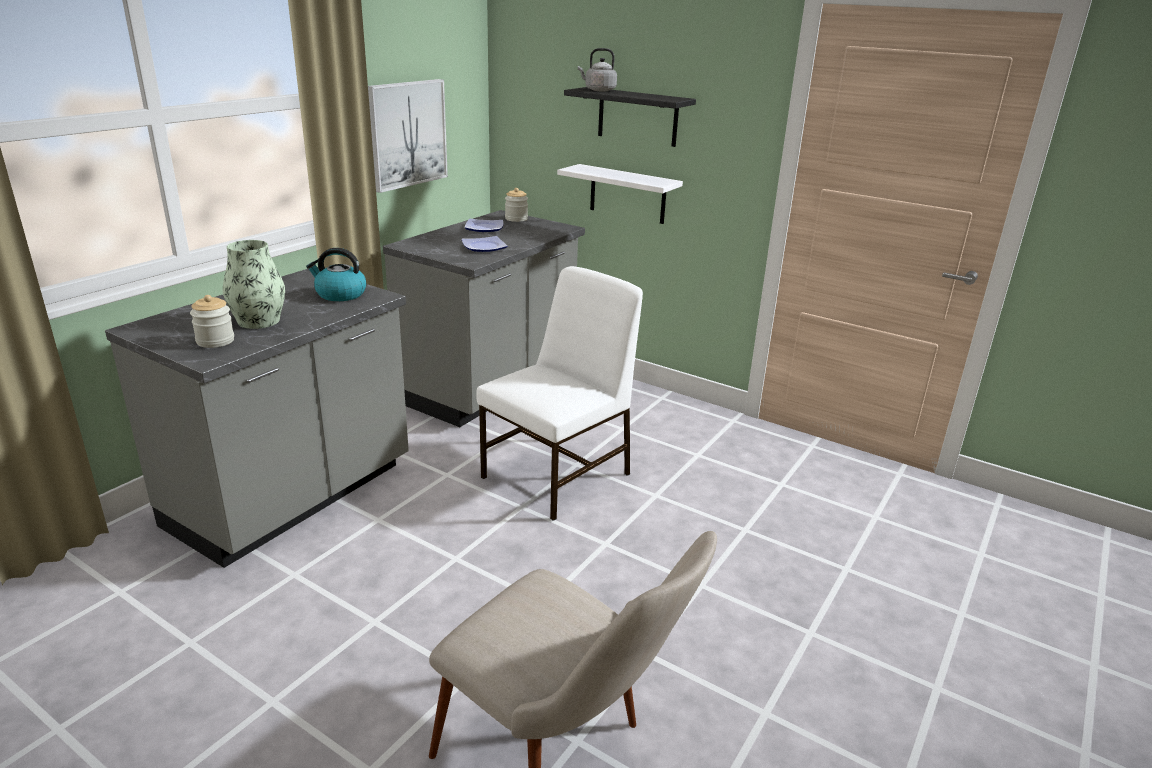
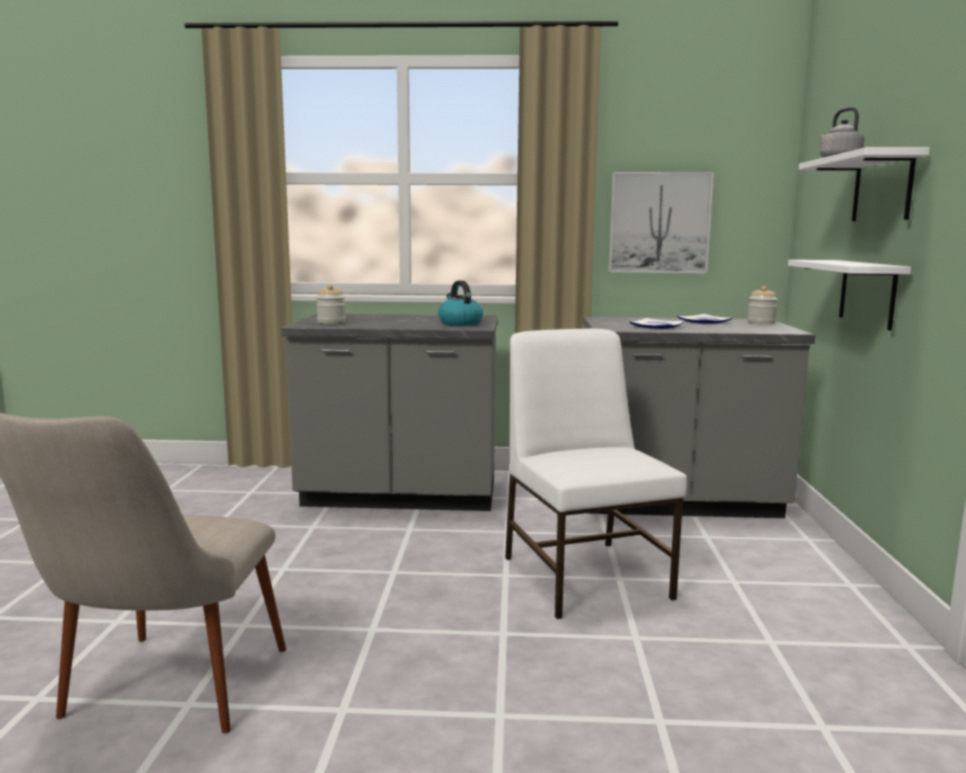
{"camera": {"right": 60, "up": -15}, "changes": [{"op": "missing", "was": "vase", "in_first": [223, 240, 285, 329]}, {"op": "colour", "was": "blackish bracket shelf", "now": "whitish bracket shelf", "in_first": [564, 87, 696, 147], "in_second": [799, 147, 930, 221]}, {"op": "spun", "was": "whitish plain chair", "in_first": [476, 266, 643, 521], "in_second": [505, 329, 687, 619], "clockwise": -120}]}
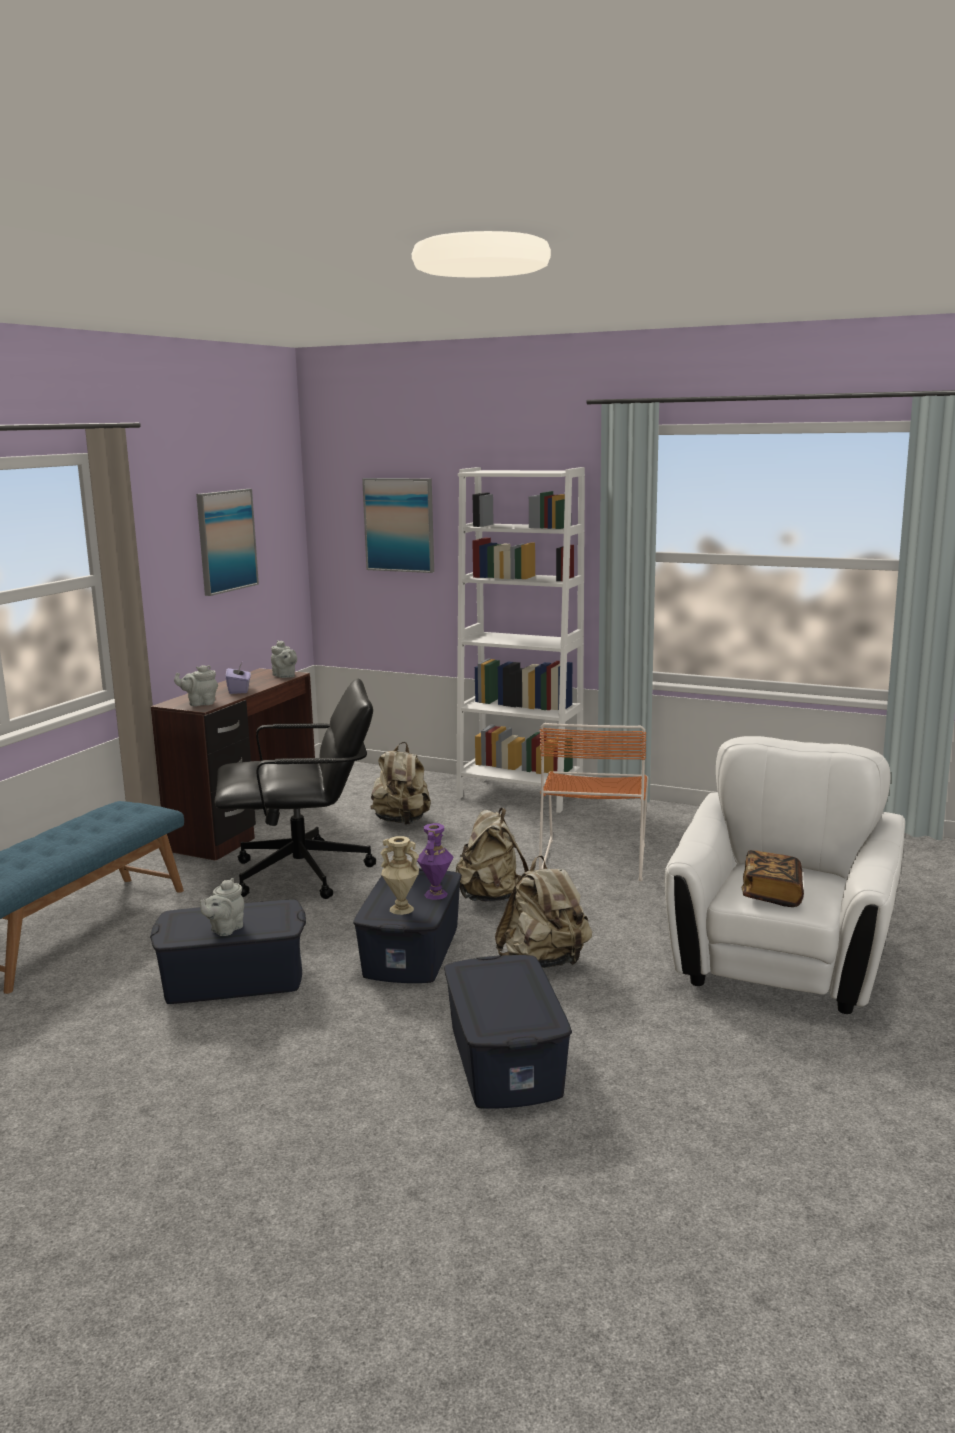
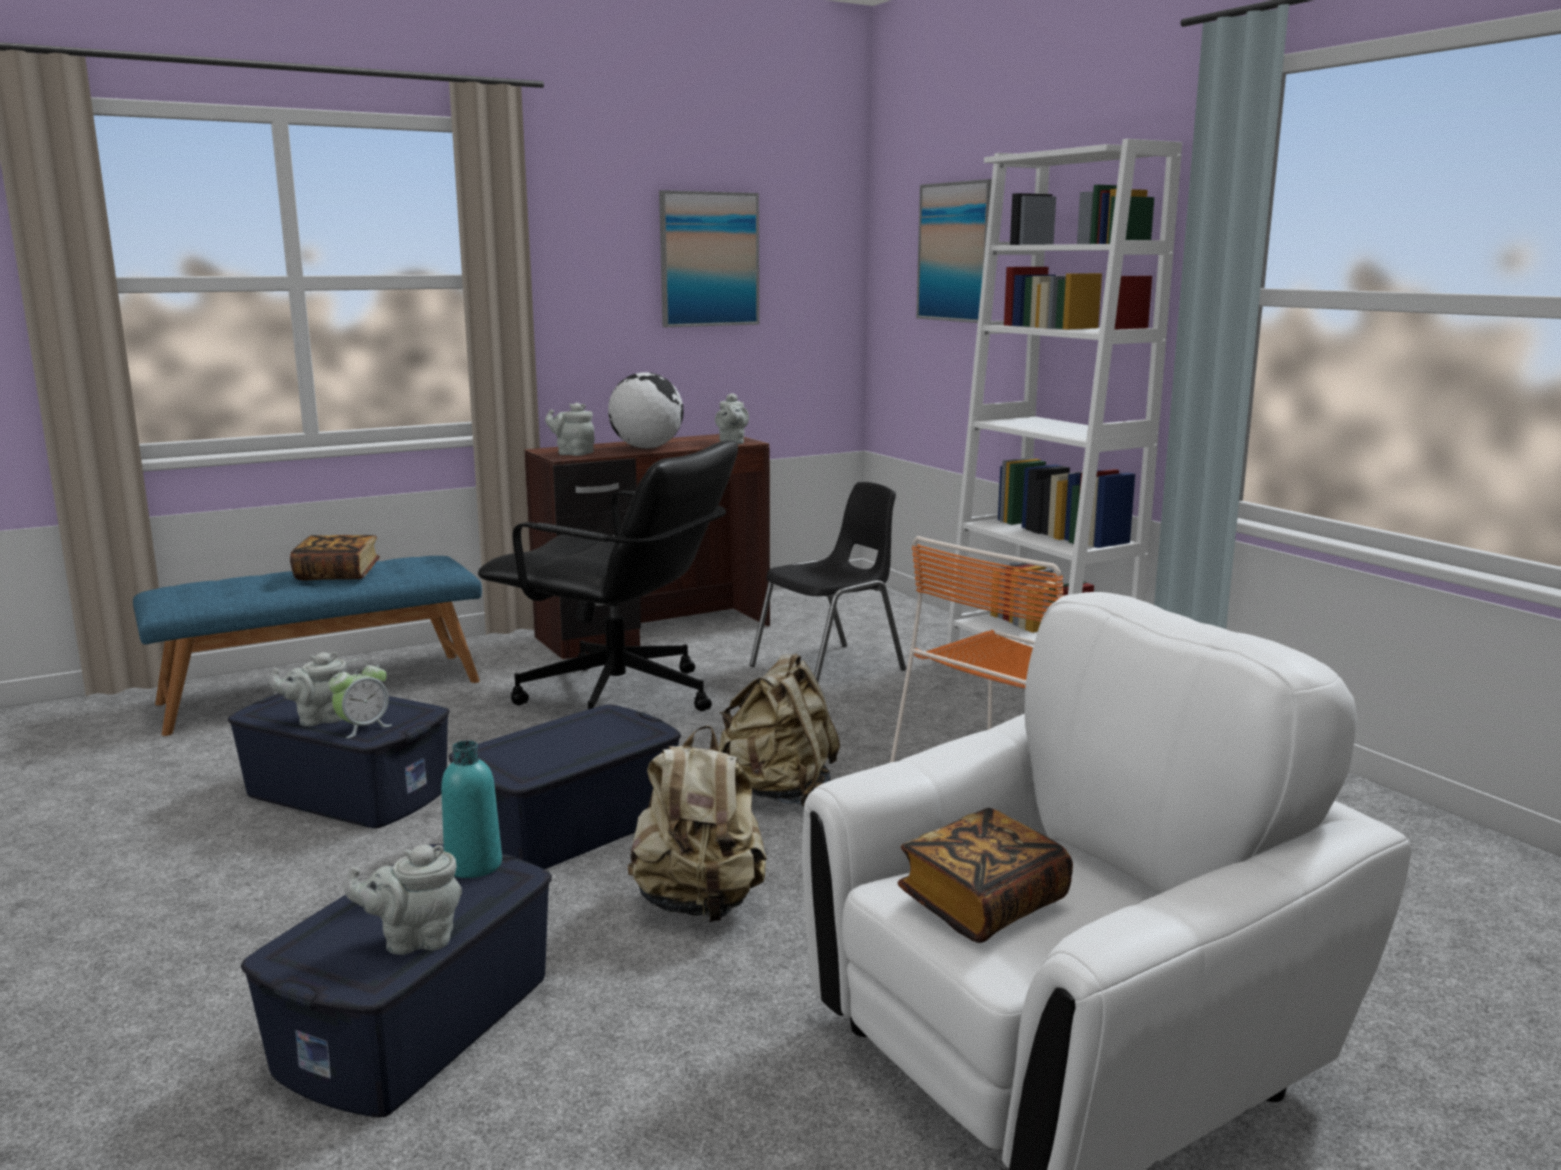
{"camera": {"right": 35, "up": 0}, "changes": [{"op": "missing", "was": "beige-coloured vase", "in_first": [381, 836, 419, 915]}, {"op": "missing", "was": "purple-coloured vase", "in_first": [417, 823, 454, 900]}, {"op": "appeared", "now": "book", "in_second": [290, 535, 380, 580]}, {"op": "appeared", "now": "alarm clock", "in_second": [329, 659, 392, 738]}, {"op": "appeared", "now": "grey tea pot", "in_second": [344, 845, 462, 955]}, {"op": "appeared", "now": "turquoise drink bottle", "in_second": [441, 741, 502, 878]}, {"op": "exchanged", "was": "purple-coloured tissue holder", "now": "world globe", "in_first": [226, 662, 251, 694], "in_second": [608, 372, 684, 449]}, {"op": "exchanged", "was": "beige-coloured backpack", "now": "blackish plain chair", "in_first": [370, 742, 431, 825], "in_second": [750, 482, 906, 682]}]}
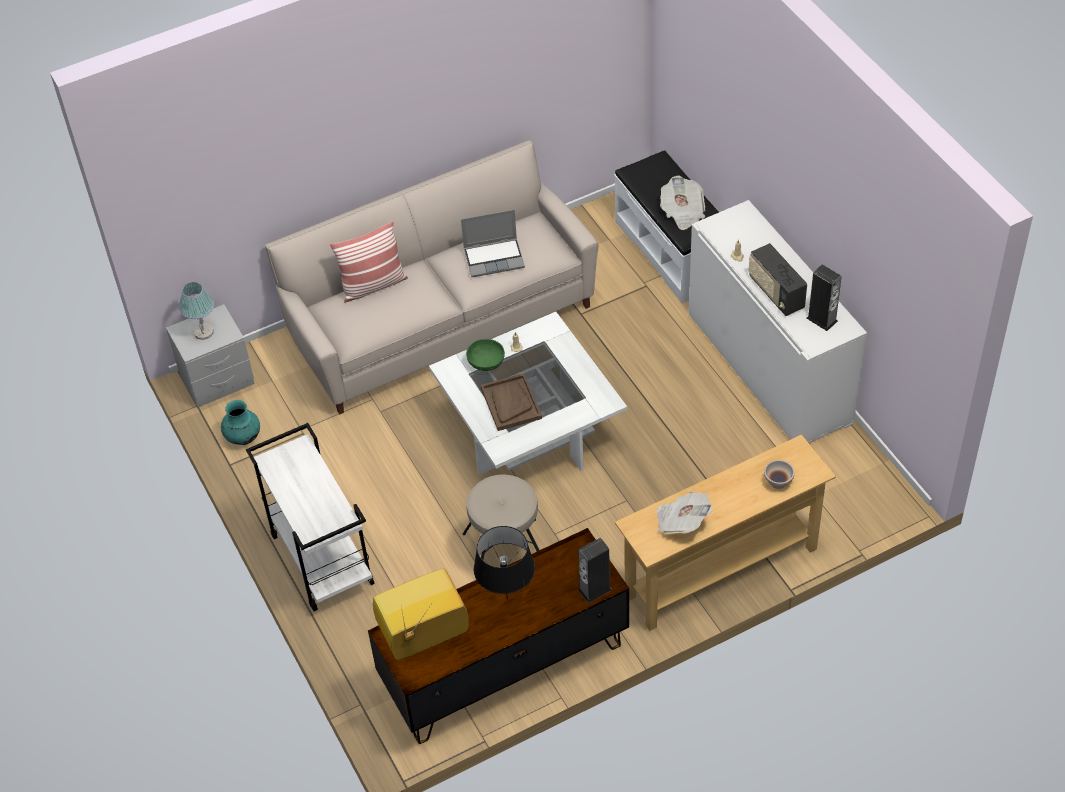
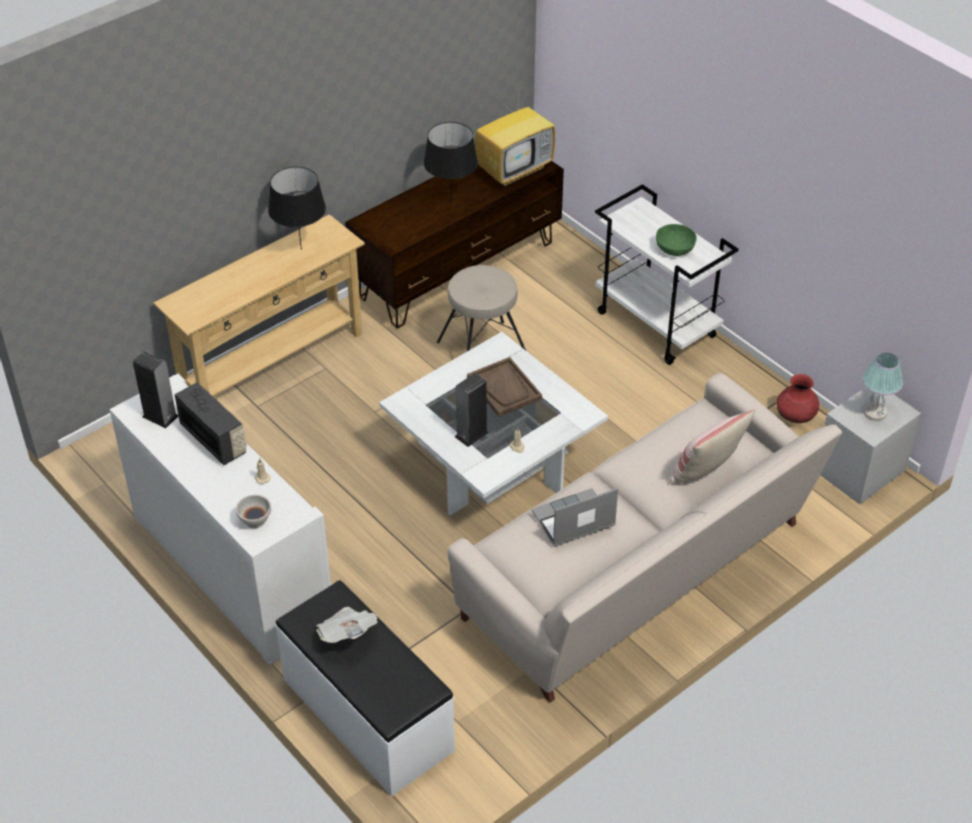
{"camera": {"right": 165, "up": -5}, "changes": [{"op": "relocated", "was": "greenish serving bowl", "in_first": [466, 339, 505, 371], "in_second": [656, 224, 697, 256]}, {"op": "relocated", "was": "audio speaker", "in_first": [578, 538, 612, 603], "in_second": [455, 373, 489, 447]}, {"op": "relocated", "was": "whitish serving bowl", "in_first": [764, 460, 794, 489], "in_second": [236, 495, 271, 528]}, {"op": "exchanged", "was": "daily paper", "now": "blackish table lamp", "in_first": [657, 492, 712, 534], "in_second": [268, 167, 326, 250]}, {"op": "colour", "was": "turquoise vase", "now": "reddish vase", "in_first": [221, 400, 260, 445], "in_second": [777, 374, 819, 423]}]}
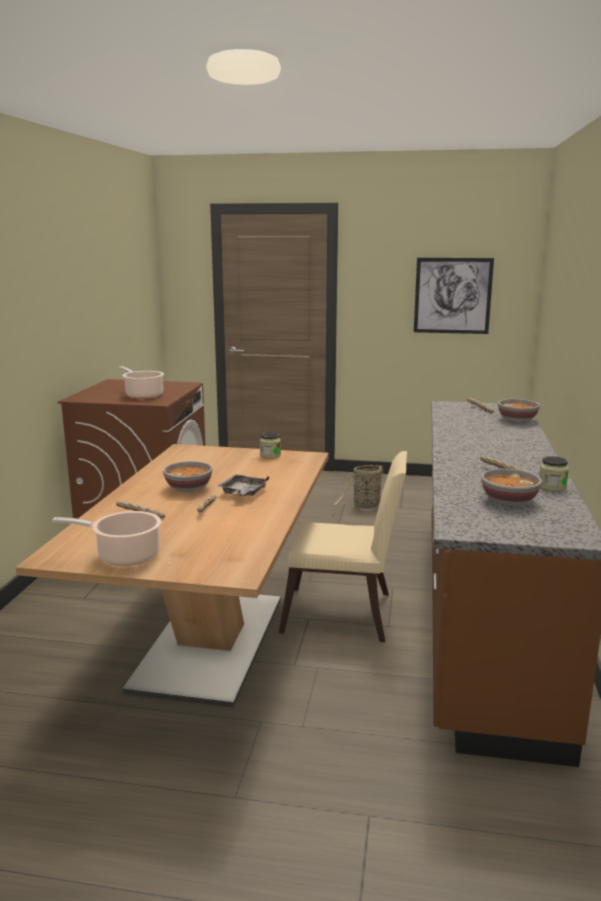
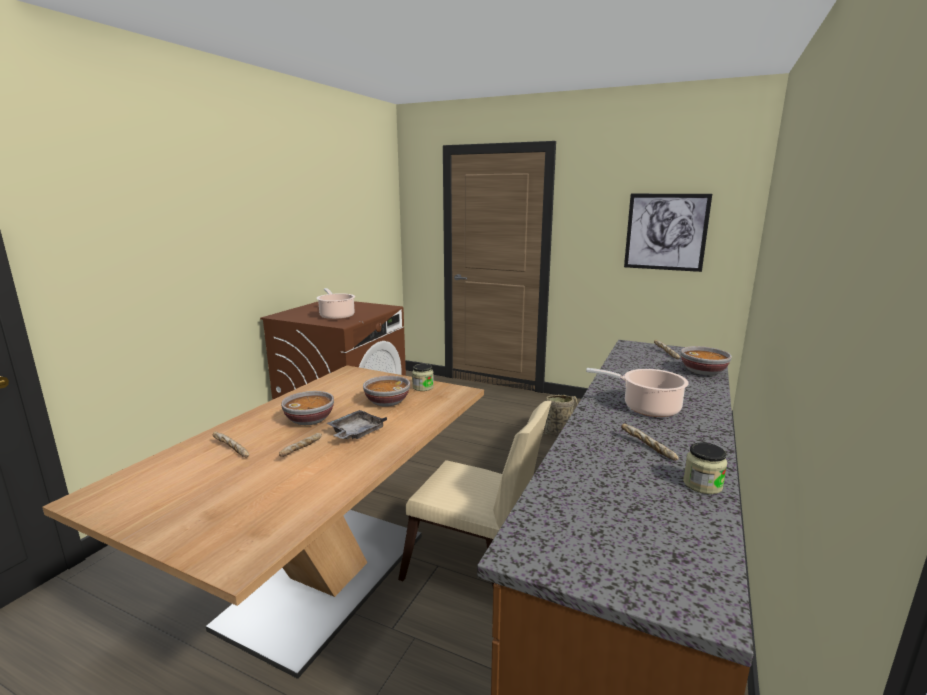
{"camera": {"right": 15, "up": 0}, "changes": [{"op": "relocated", "was": "cooking pot", "in_first": [52, 511, 161, 566], "in_second": [586, 368, 689, 417]}, {"op": "relocated", "was": "serving bowl", "in_first": [481, 469, 542, 506], "in_second": [363, 376, 410, 407]}]}
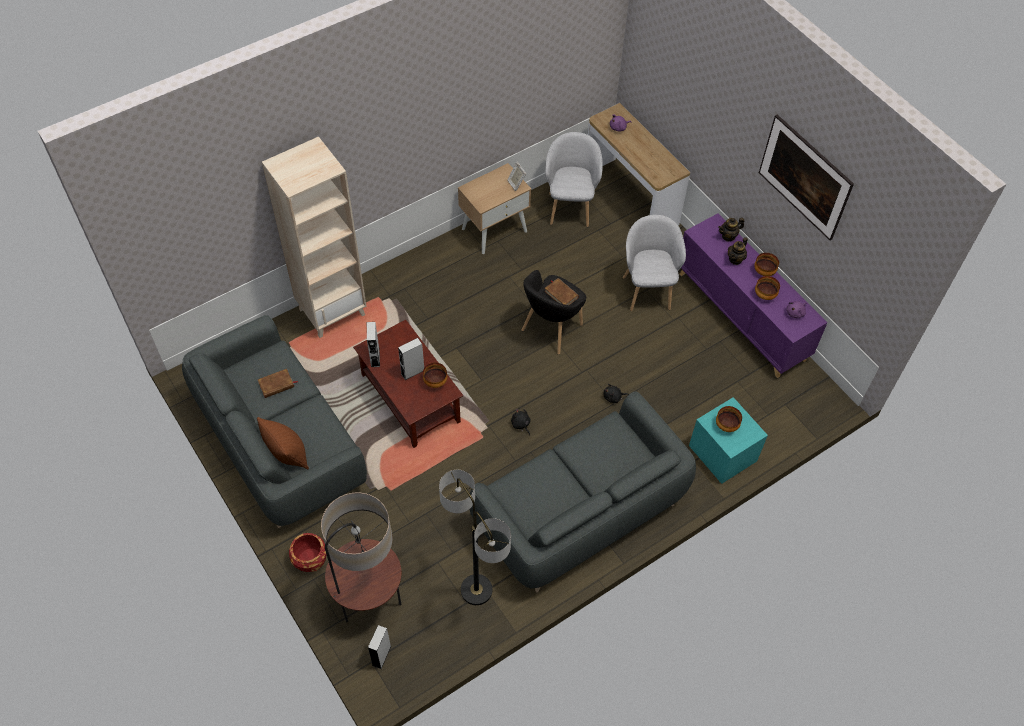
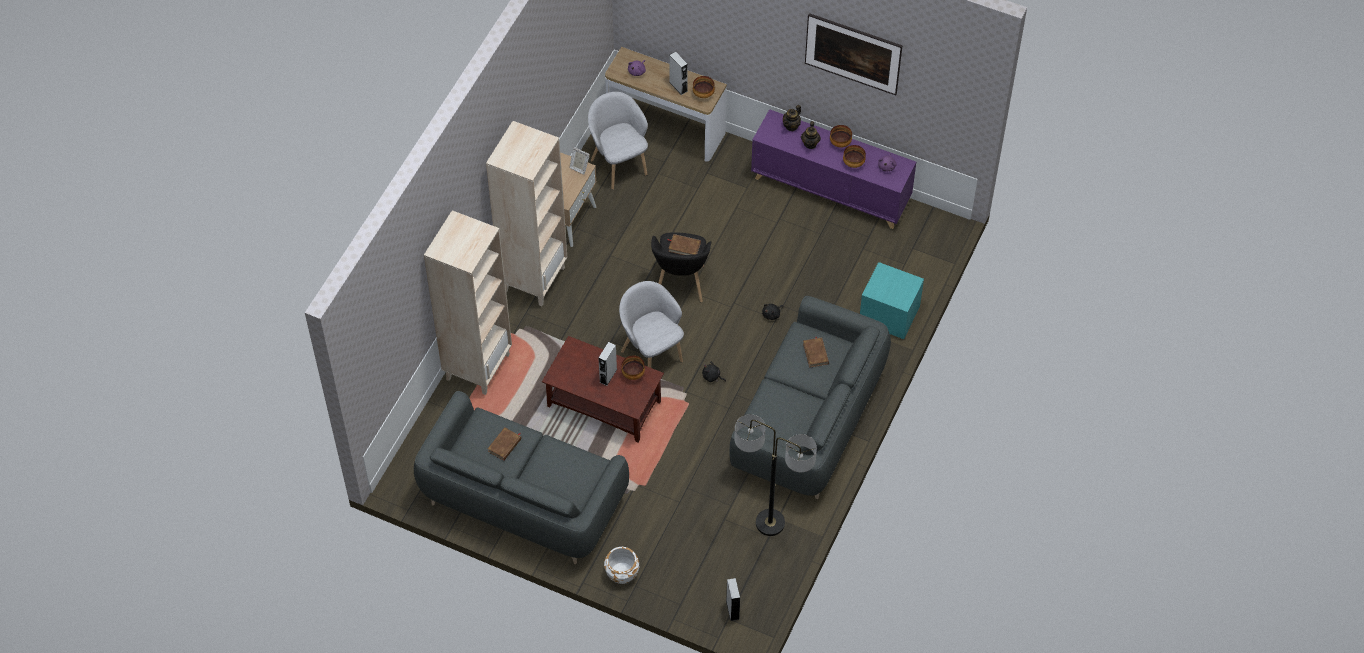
{"camera": {"right": -30, "up": 0}, "changes": [{"op": "missing", "was": "brown pillow", "in_first": [257, 417, 309, 469]}, {"op": "missing", "was": "standard lamp", "in_first": [321, 492, 402, 622]}, {"op": "appeared", "now": "beige-coloured bookcase", "in_second": [486, 121, 567, 306]}, {"op": "appeared", "now": "brown book", "in_second": [803, 337, 829, 368]}, {"op": "relocated", "was": "grey audio speaker", "in_first": [367, 322, 380, 367], "in_second": [669, 52, 688, 95]}, {"op": "relocated", "was": "grey armchair", "in_first": [623, 215, 686, 311], "in_second": [619, 281, 684, 368]}, {"op": "relocated", "was": "serving bowl", "in_first": [716, 406, 742, 432], "in_second": [693, 76, 715, 98]}, {"op": "colour", "was": "reddish planter", "now": "whitish planter", "in_first": [289, 533, 327, 572], "in_second": [604, 547, 640, 584]}]}
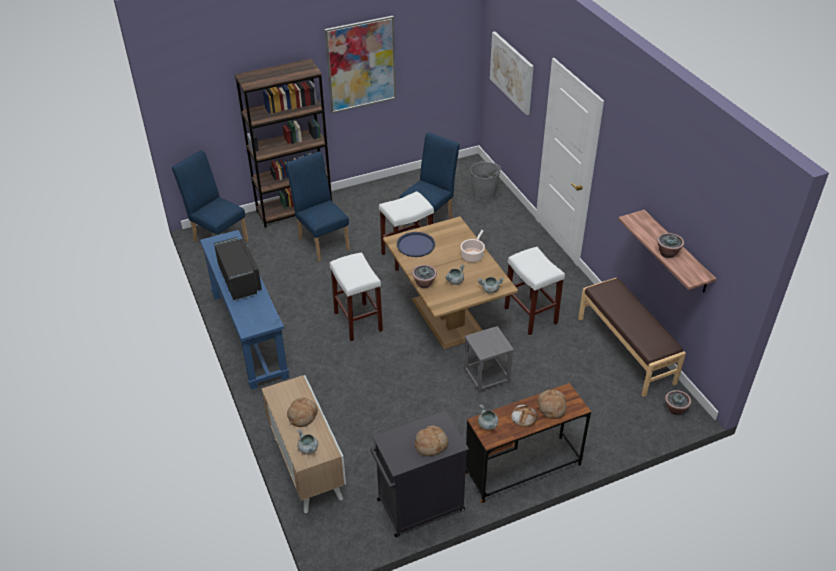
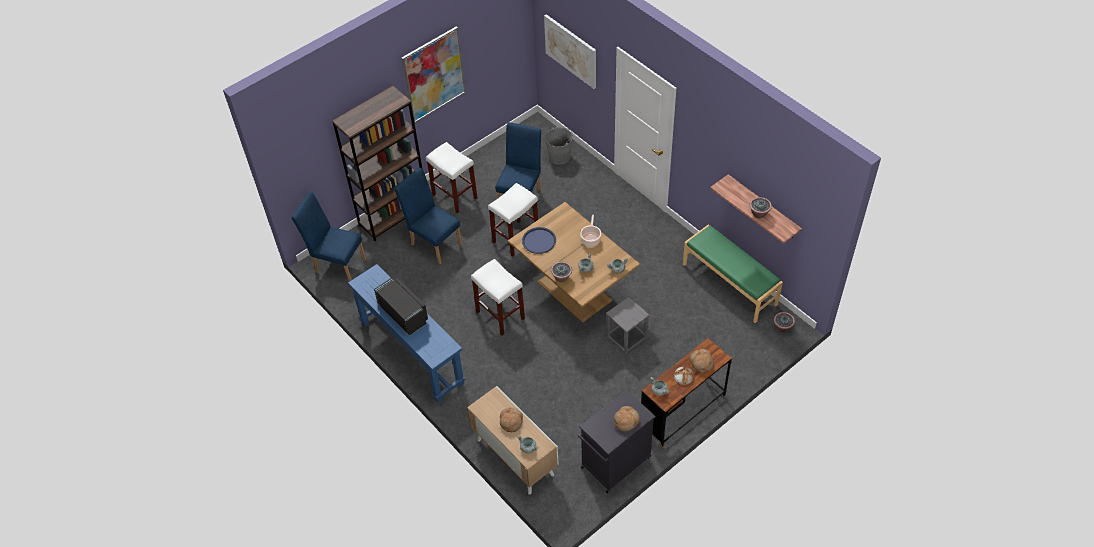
{"camera": {"right": -15, "up": 10}, "changes": [{"op": "relocated", "was": "whitish stool seat", "in_first": [504, 247, 565, 335], "in_second": [426, 142, 477, 213]}, {"op": "colour", "was": "brown indoor bench", "now": "greenish indoor bench", "in_first": [578, 278, 686, 397], "in_second": [683, 225, 783, 323]}]}
